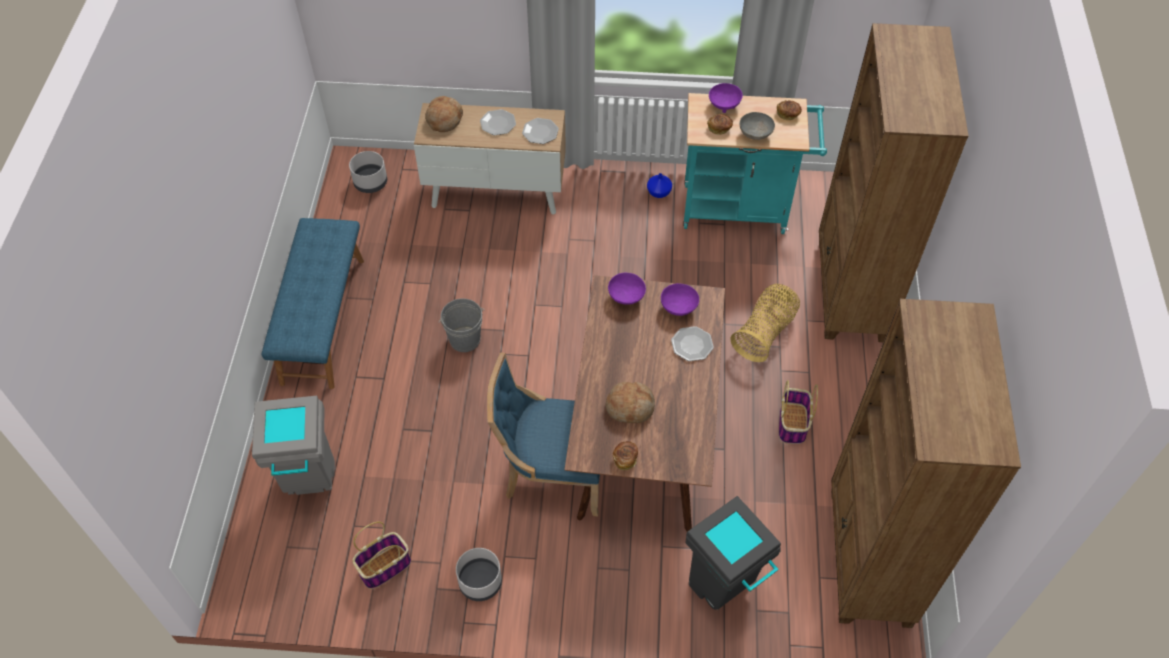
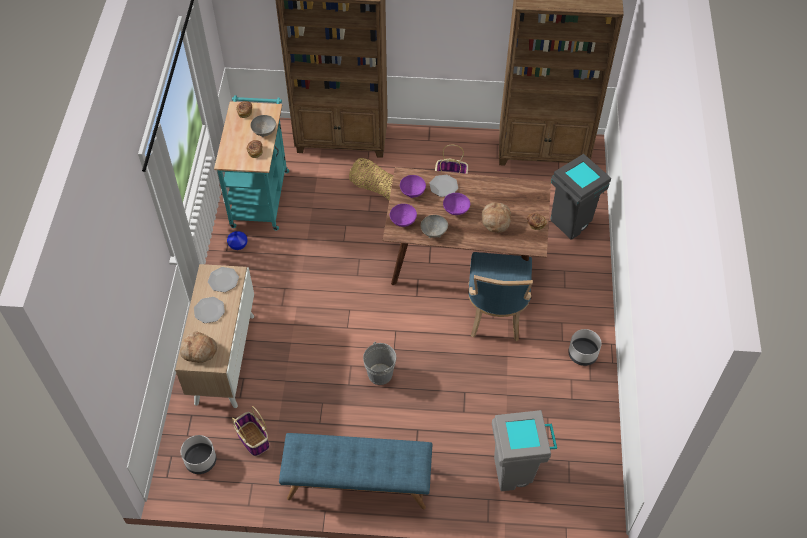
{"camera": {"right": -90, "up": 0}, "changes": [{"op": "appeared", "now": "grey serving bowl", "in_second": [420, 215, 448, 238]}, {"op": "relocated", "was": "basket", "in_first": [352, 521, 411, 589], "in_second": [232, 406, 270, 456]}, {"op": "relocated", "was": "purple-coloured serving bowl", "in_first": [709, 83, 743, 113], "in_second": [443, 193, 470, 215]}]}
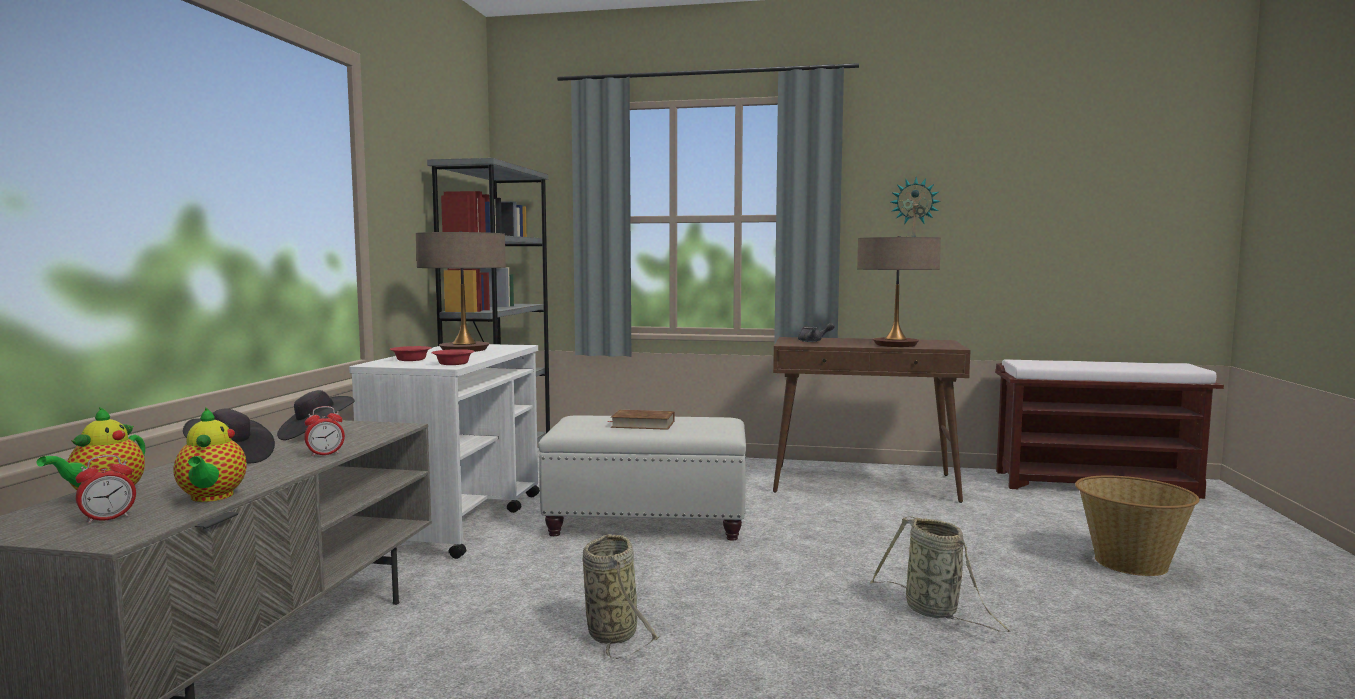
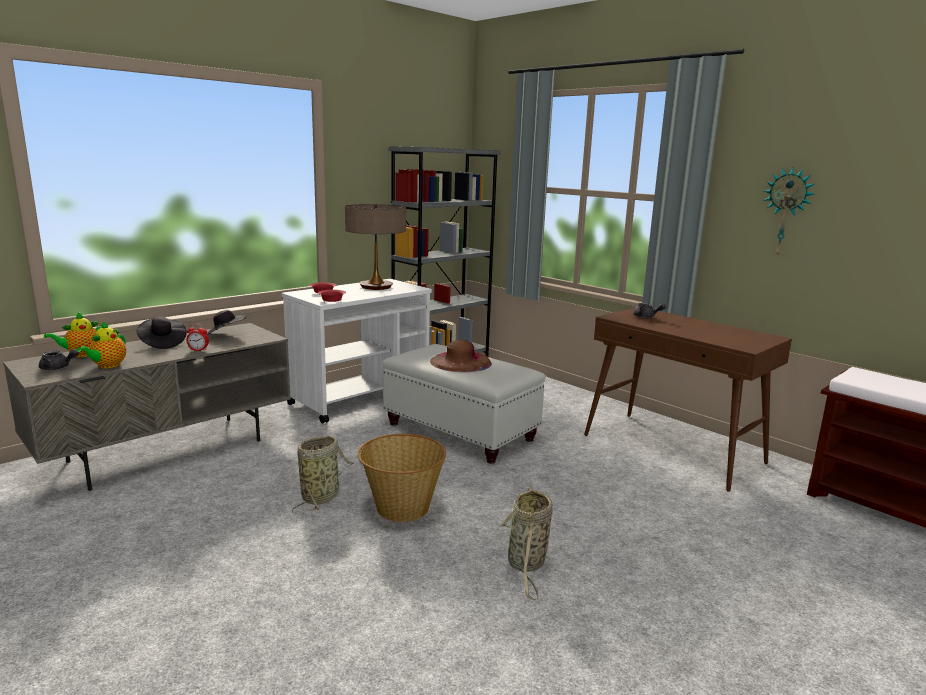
{"camera": {"right": 35, "up": 10}, "changes": [{"op": "missing", "was": "table lamp", "in_first": [857, 236, 941, 347]}, {"op": "relocated", "was": "basket", "in_first": [1075, 476, 1200, 576], "in_second": [357, 434, 446, 522]}, {"op": "exchanged", "was": "alarm clock", "now": "grey tea pot", "in_first": [75, 455, 136, 524], "in_second": [39, 349, 79, 370]}, {"op": "exchanged", "was": "brown book", "now": "brown hat", "in_first": [607, 410, 675, 430], "in_second": [430, 340, 492, 372]}]}
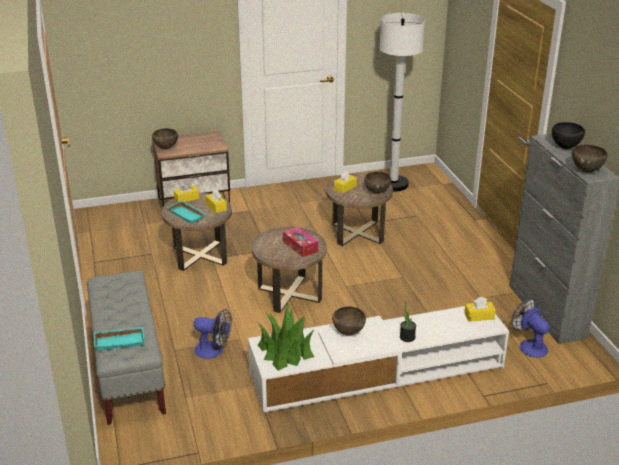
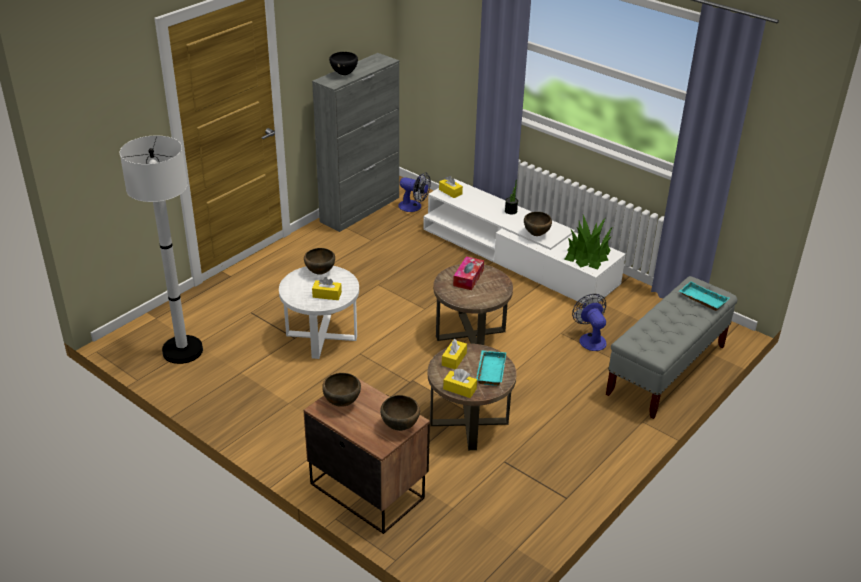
{"camera": {"right": -125, "up": 5}, "changes": [{"op": "relocated", "was": "brown serving bowl", "in_first": [572, 145, 608, 173], "in_second": [322, 373, 361, 407]}, {"op": "colour", "was": "brown accent table", "now": "whitish accent table", "in_first": [326, 173, 393, 246], "in_second": [279, 266, 359, 359]}, {"op": "spun", "was": "fan", "in_first": [512, 299, 550, 358], "in_second": [398, 173, 431, 212], "clockwise": -90}]}
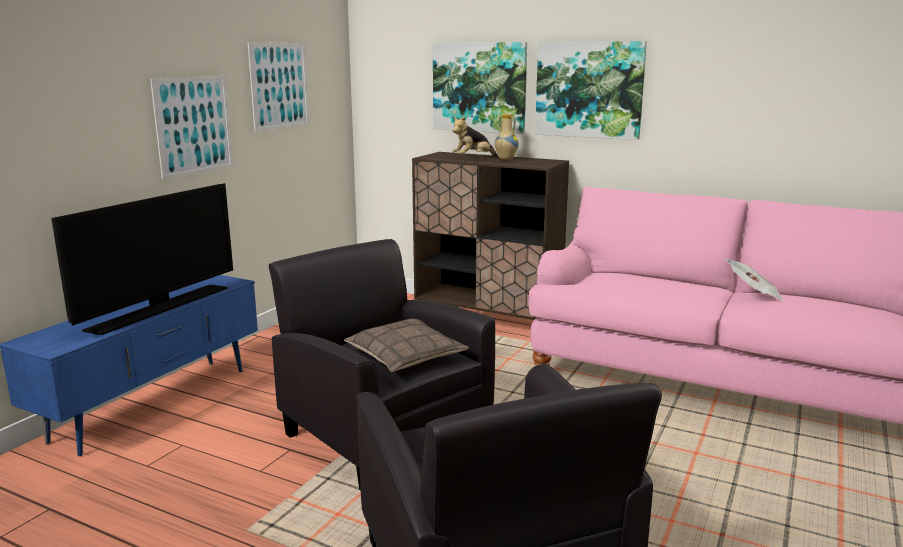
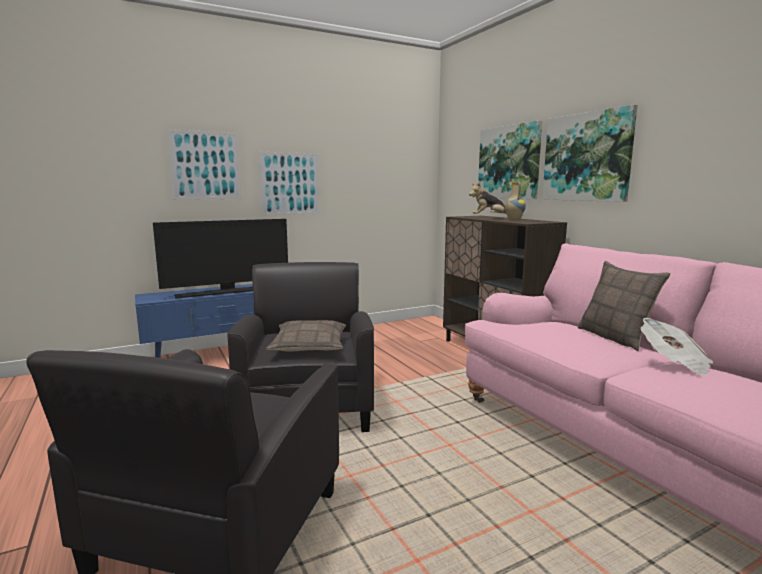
{"camera": {"right": 35, "up": -5}, "changes": [{"op": "appeared", "now": "pillow", "in_second": [578, 261, 670, 351]}, {"op": "relocated", "was": "wall picture", "in_first": [248, 42, 309, 131], "in_second": [167, 129, 242, 200]}]}
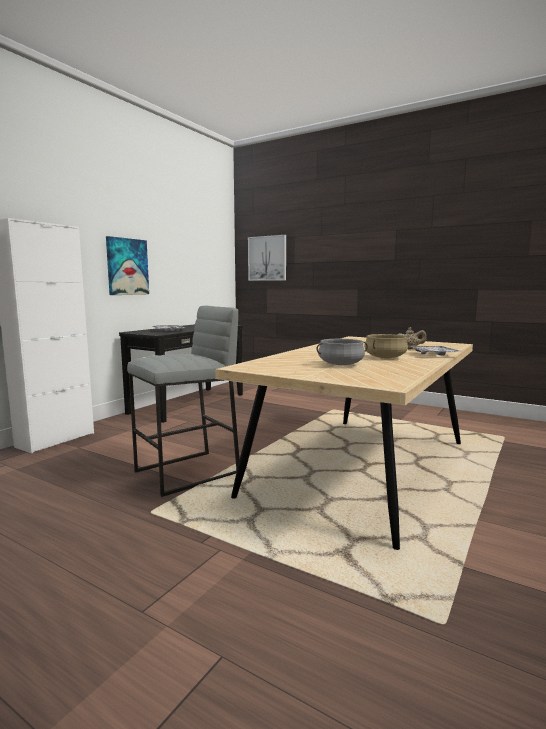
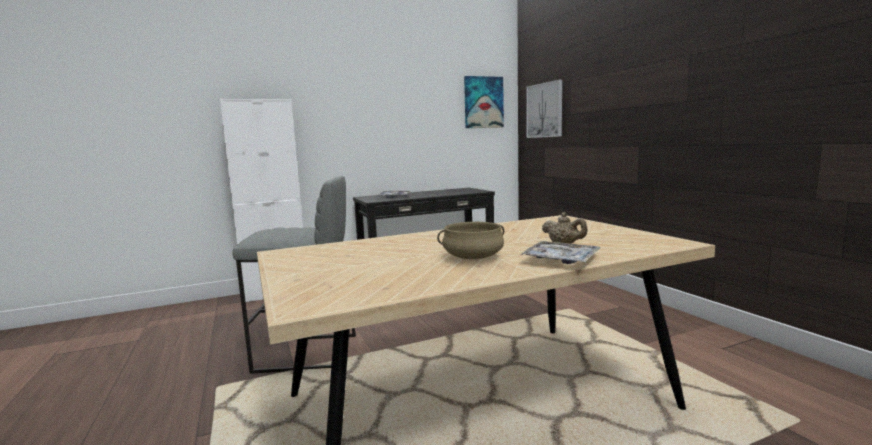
{"camera": {"right": 35, "up": 0}, "changes": [{"op": "missing", "was": "grey cooking pot", "in_first": [317, 339, 368, 365]}, {"op": "relocated", "was": "wall picture", "in_first": [106, 236, 149, 295], "in_second": [464, 76, 504, 128]}]}
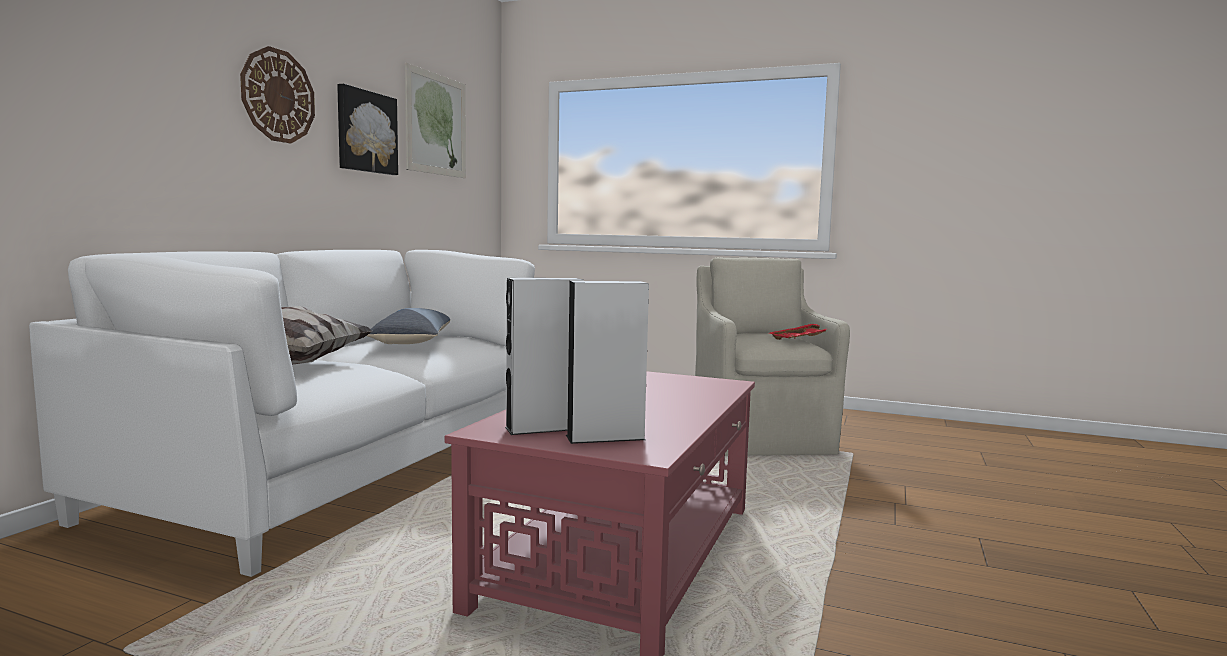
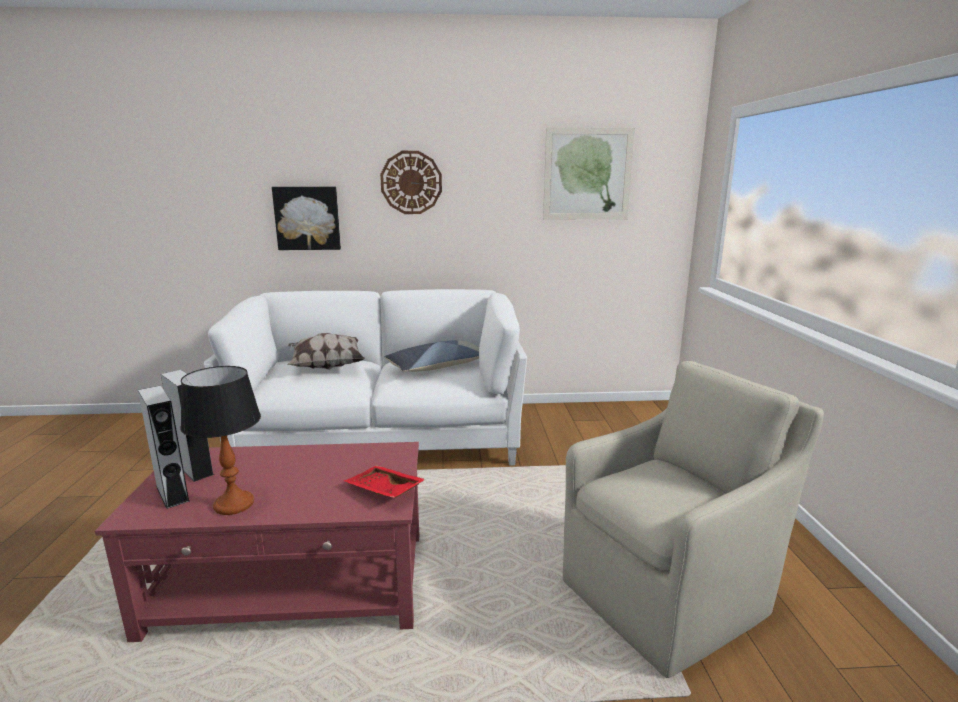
{"camera": {"right": 65, "up": 10}, "changes": [{"op": "appeared", "now": "table lamp", "in_second": [180, 366, 261, 515]}, {"op": "relocated", "was": "wall picture", "in_first": [337, 84, 398, 175], "in_second": [272, 187, 341, 250]}, {"op": "relocated", "was": "reddish tray", "in_first": [769, 324, 826, 340], "in_second": [344, 465, 426, 498]}]}
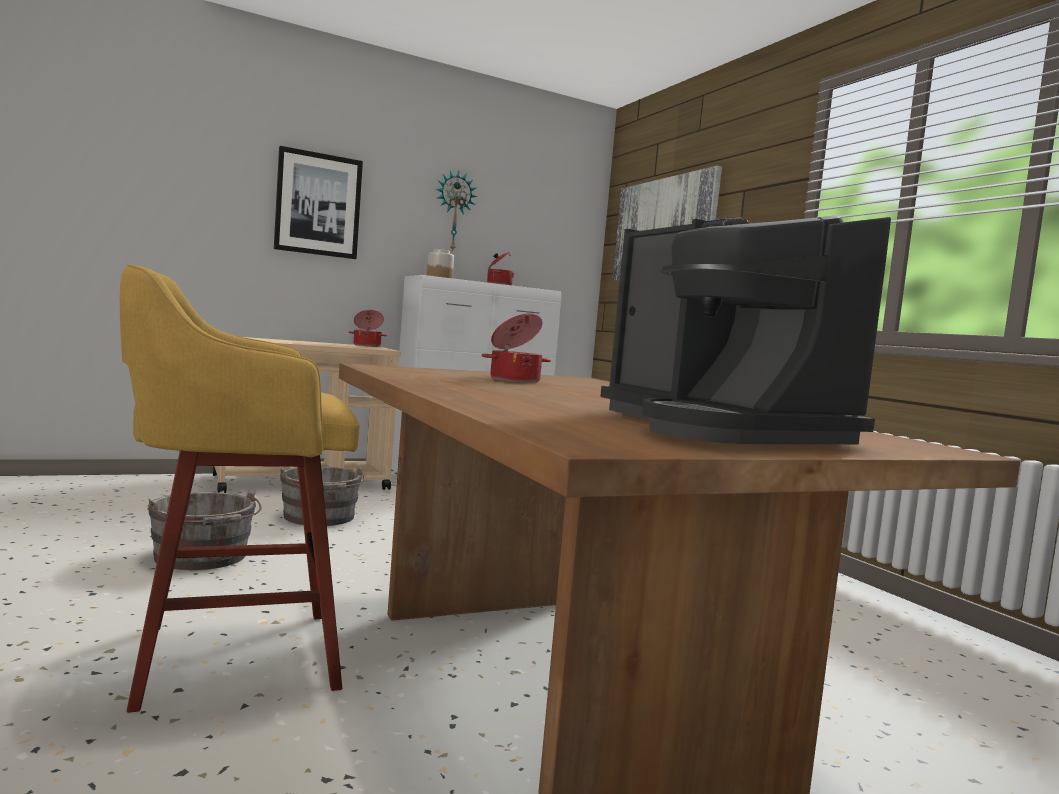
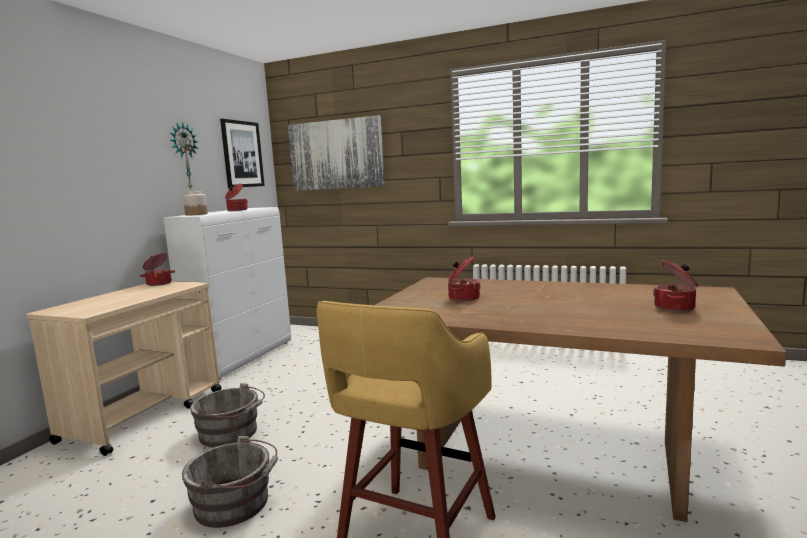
{"camera": {"right": -40, "up": 5}, "changes": [{"op": "relocated", "was": "wall picture", "in_first": [274, 146, 363, 259], "in_second": [220, 119, 265, 188]}, {"op": "exchanged", "was": "coffee machine", "now": "cooking pot", "in_first": [600, 215, 891, 444], "in_second": [653, 260, 698, 312]}]}
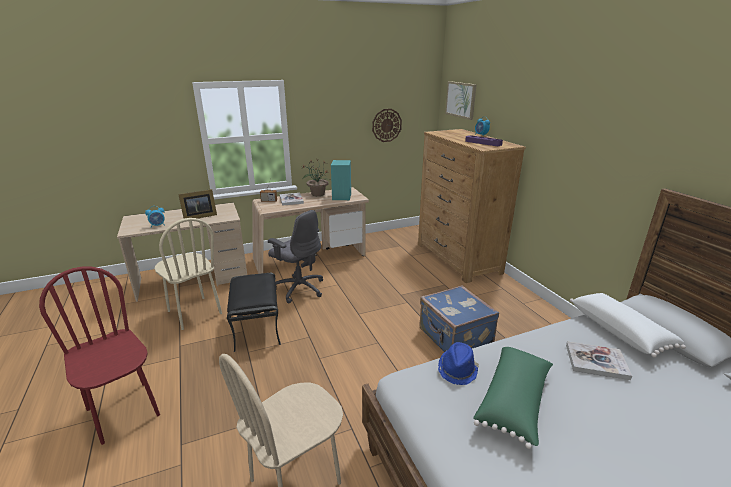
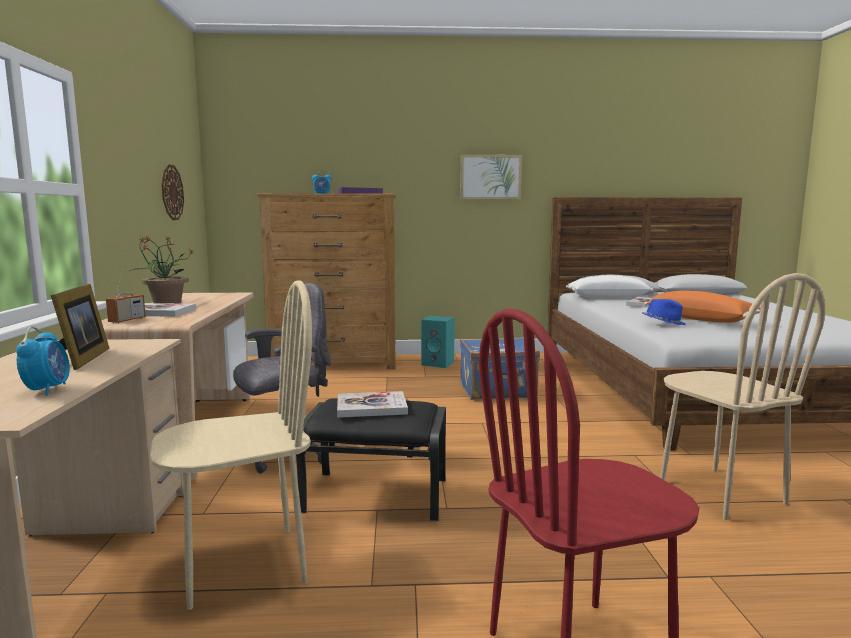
{"camera": {"right": -70, "up": -15}, "changes": [{"op": "appeared", "now": "book", "in_second": [337, 391, 408, 418]}, {"op": "relocated", "was": "turquoise audio speaker", "in_first": [331, 160, 351, 200], "in_second": [421, 316, 454, 368]}, {"op": "relocated", "was": "wall picture", "in_first": [445, 81, 477, 120], "in_second": [460, 155, 522, 200]}, {"op": "colour", "was": "greenish pillow", "now": "orangey pillow", "in_first": [473, 346, 553, 449], "in_second": [644, 291, 761, 323]}]}
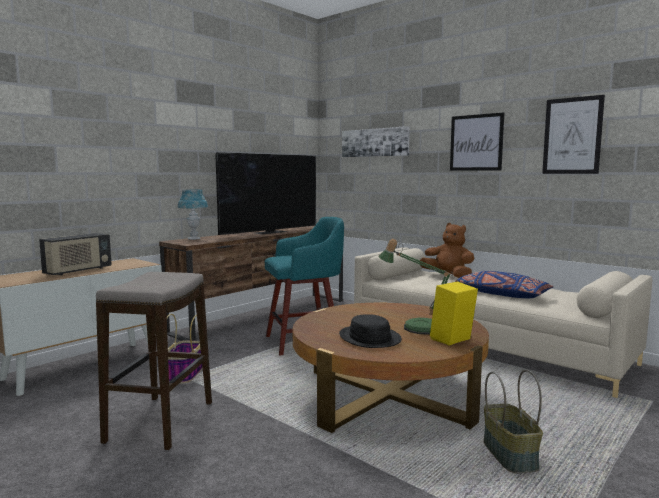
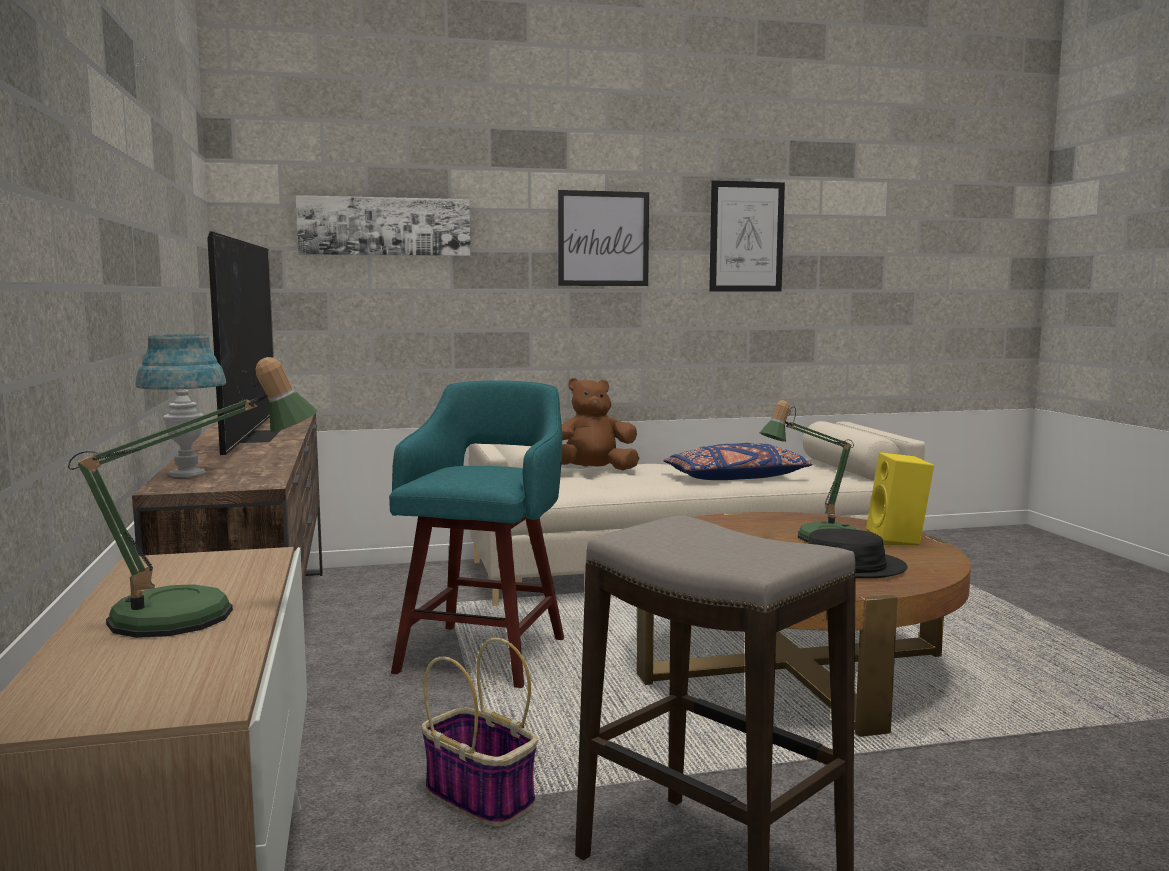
{"camera": {"right": -55, "up": 0}, "changes": [{"op": "missing", "was": "basket", "in_first": [484, 370, 543, 473]}, {"op": "exchanged", "was": "radio", "now": "table lamp", "in_first": [39, 233, 111, 276], "in_second": [68, 357, 318, 638]}]}
